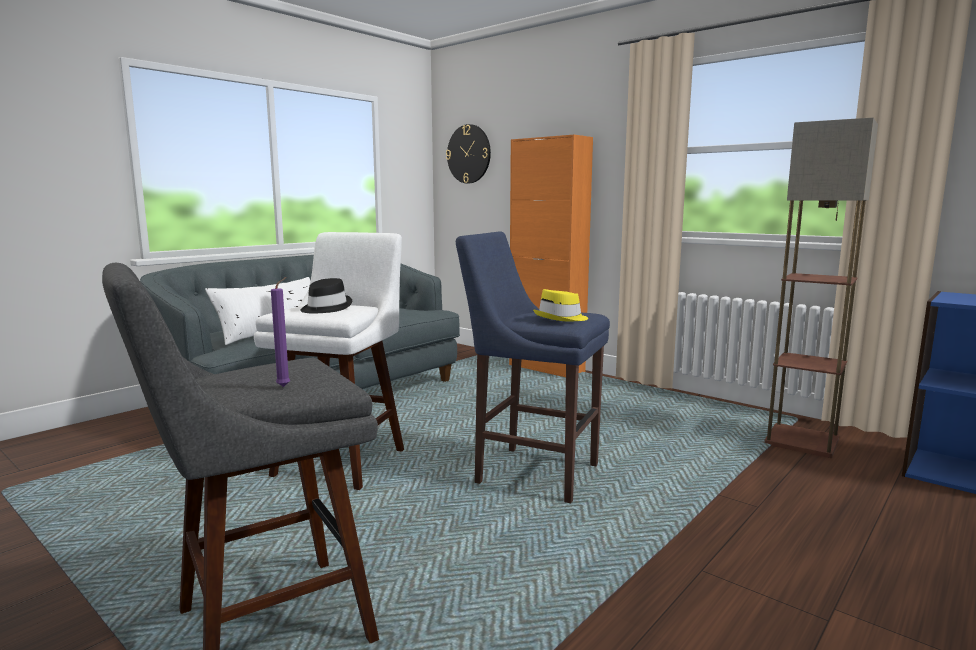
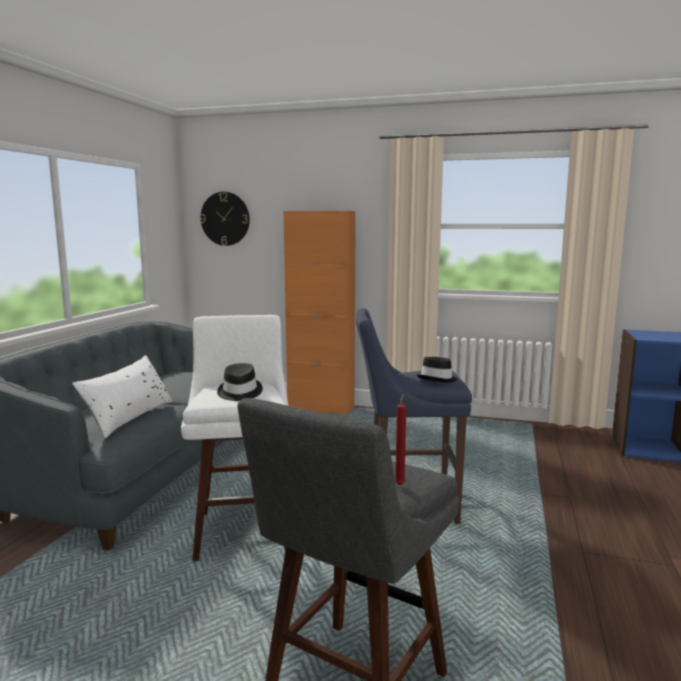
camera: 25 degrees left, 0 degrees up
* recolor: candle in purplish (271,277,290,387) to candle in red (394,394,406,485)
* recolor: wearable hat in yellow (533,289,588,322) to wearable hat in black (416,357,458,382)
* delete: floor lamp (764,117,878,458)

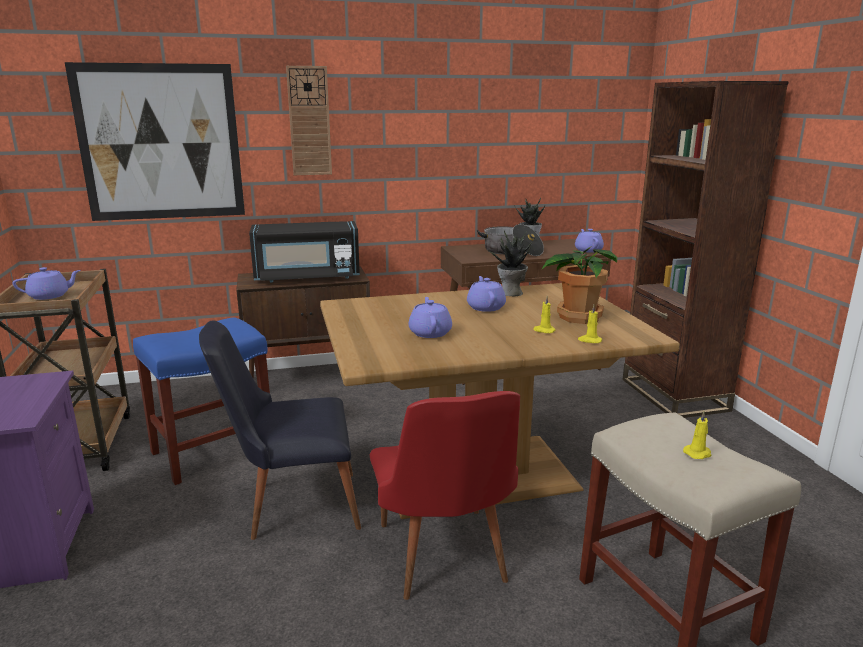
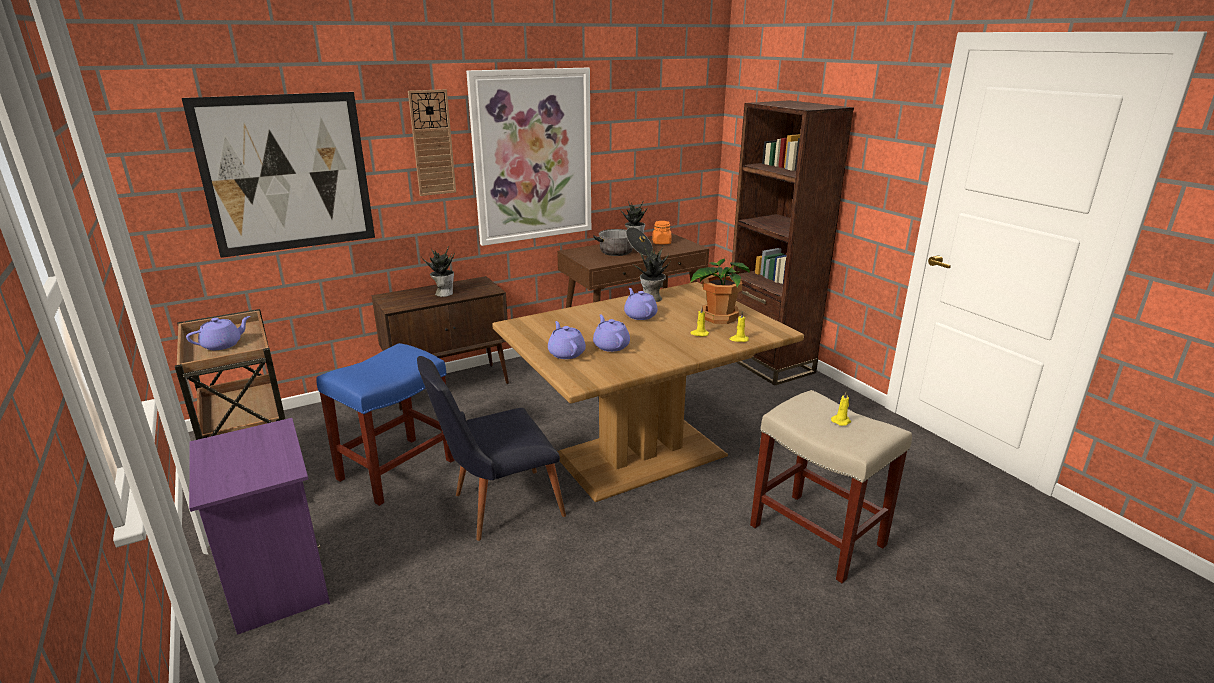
camera: 15 degrees left, 5 degrees up
* replace: microwave in black (249,221,360,283) to potted plant (421,246,455,297)
* delete: chair in red (370,391,520,600)
* move: teapot in purplish (575,229,604,253) to (548,321,586,359)
* insert: wall art (466,68,591,246)
* insert: jar in orangey (652,221,672,245)

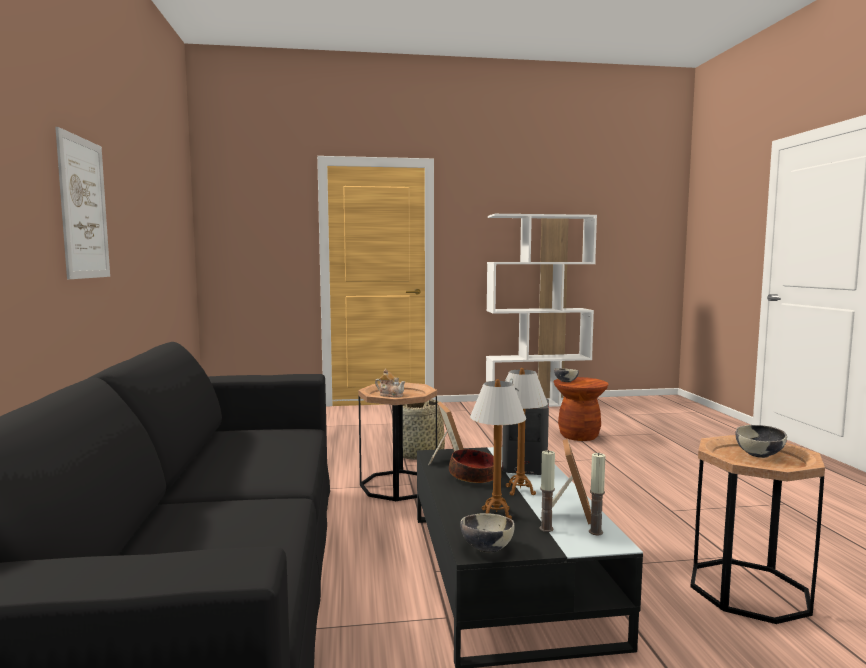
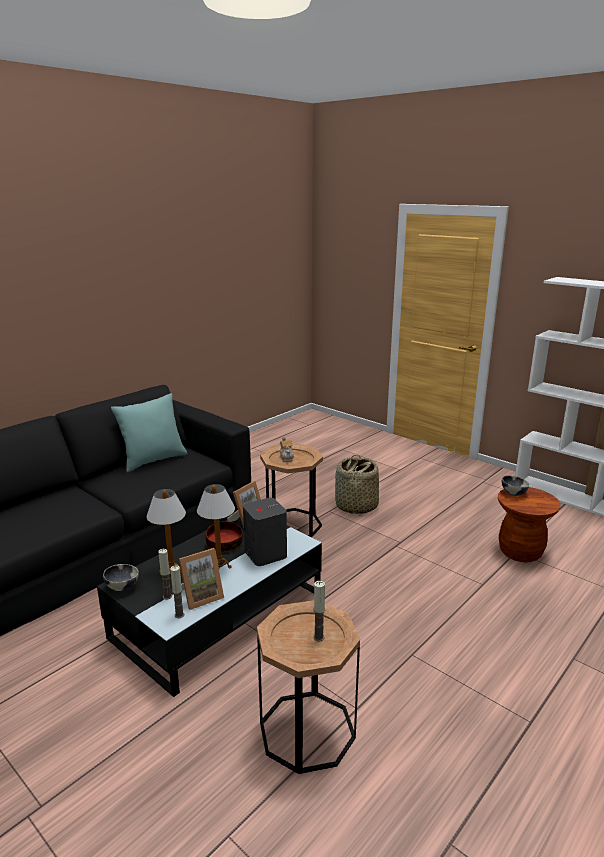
camera: 50 degrees right, 15 degrees up
* delete: wall art (55,127,110,279)
* replace: bowl (735,425,787,458) to candle (313,581,325,642)
* insert: throw pillow in turquoise-coloured (111,393,187,473)

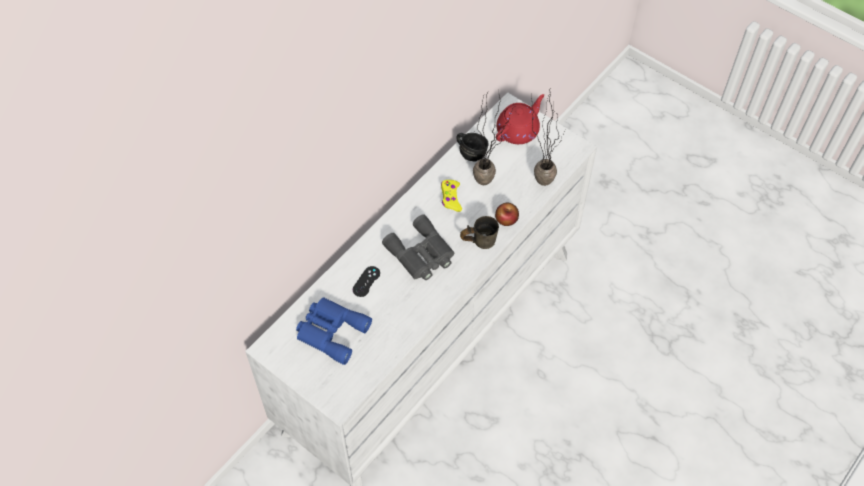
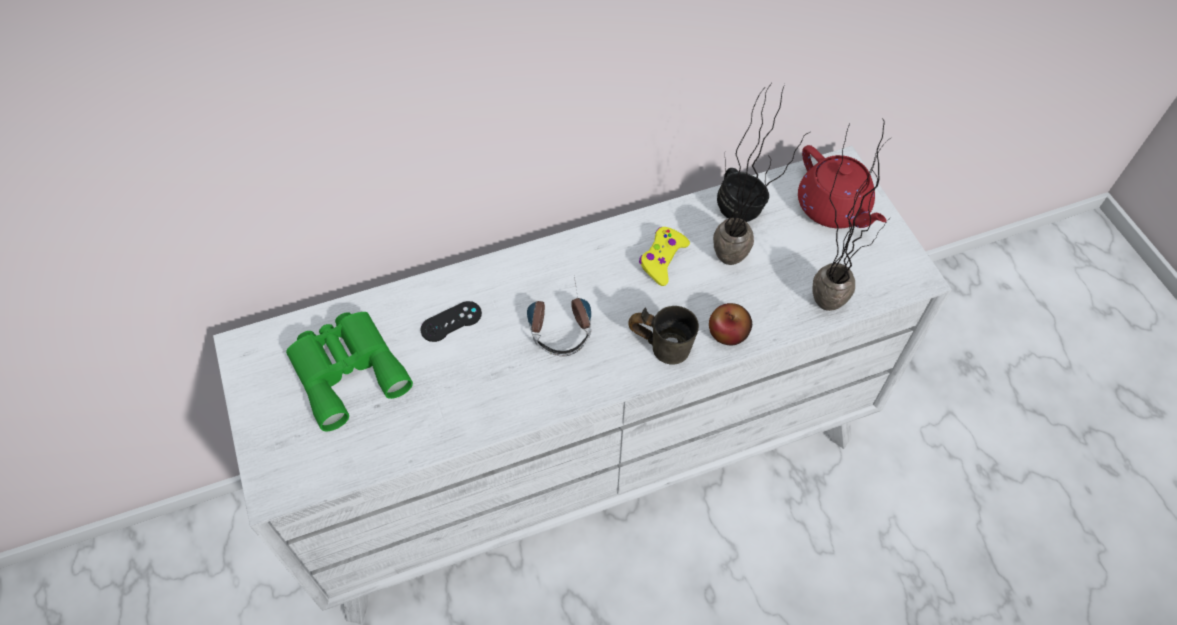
camera: 30 degrees right, 0 degrees up
* recolor: pair of binoculars in blue-coloured (296,297,372,365) to pair of binoculars in green-coloured (286,312,413,431)
* replace: pair of binoculars in grey (382,214,454,280) to pair of headphones (527,277,591,356)
* rotate: teapot in red (496,94,544,144) = (798,145,887,228) 75 degrees clockwise

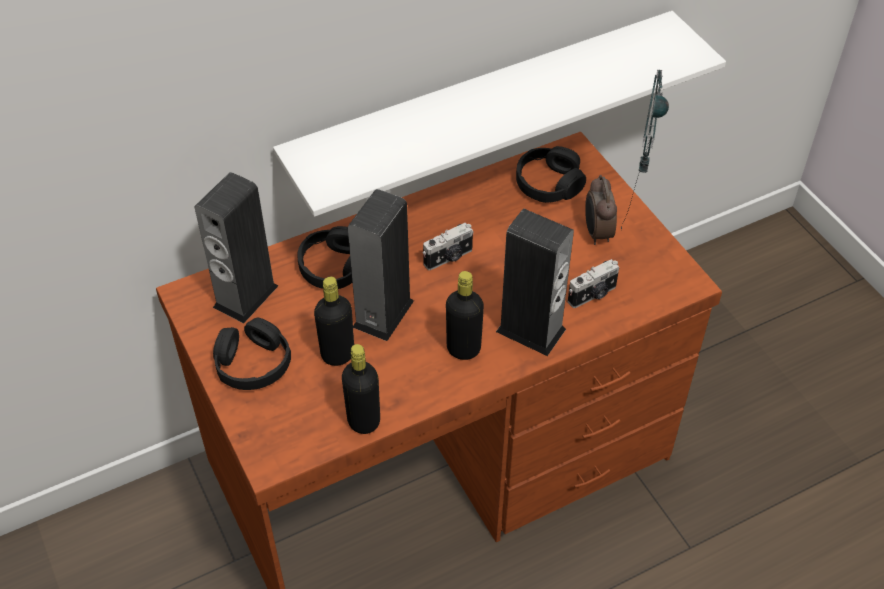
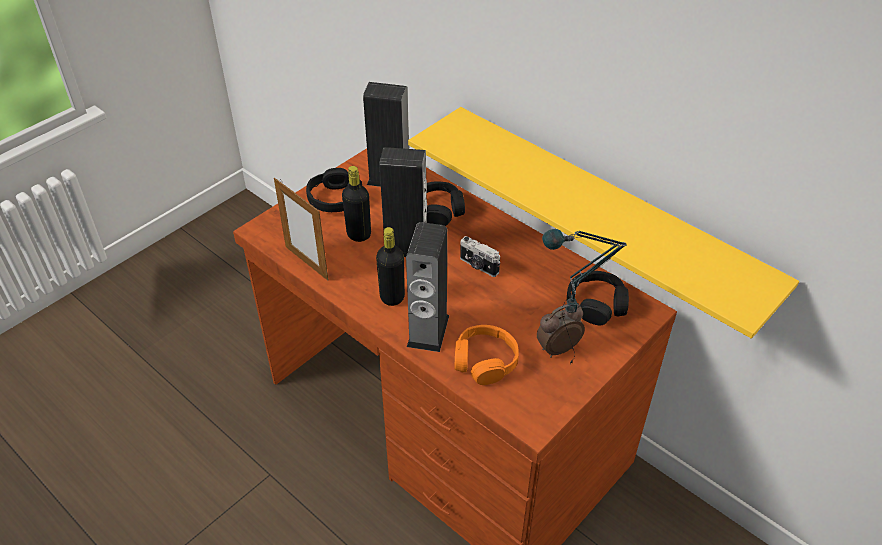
camera: 70 degrees right, 5 degrees down
* recolor: wall shelf in white (273,11,726,217) to wall shelf in yellow (408,107,799,339)
* replace: drink bottle in black (342,344,380,434) to standing frame (274,178,328,281)
* replace: still camera (568,259,619,308) to pair of headphones in orangey (454,325,519,385)

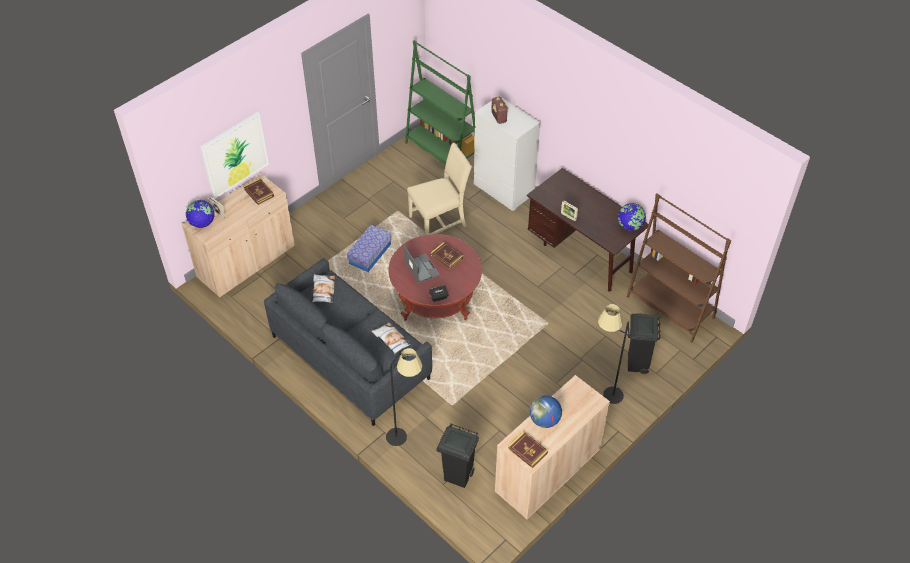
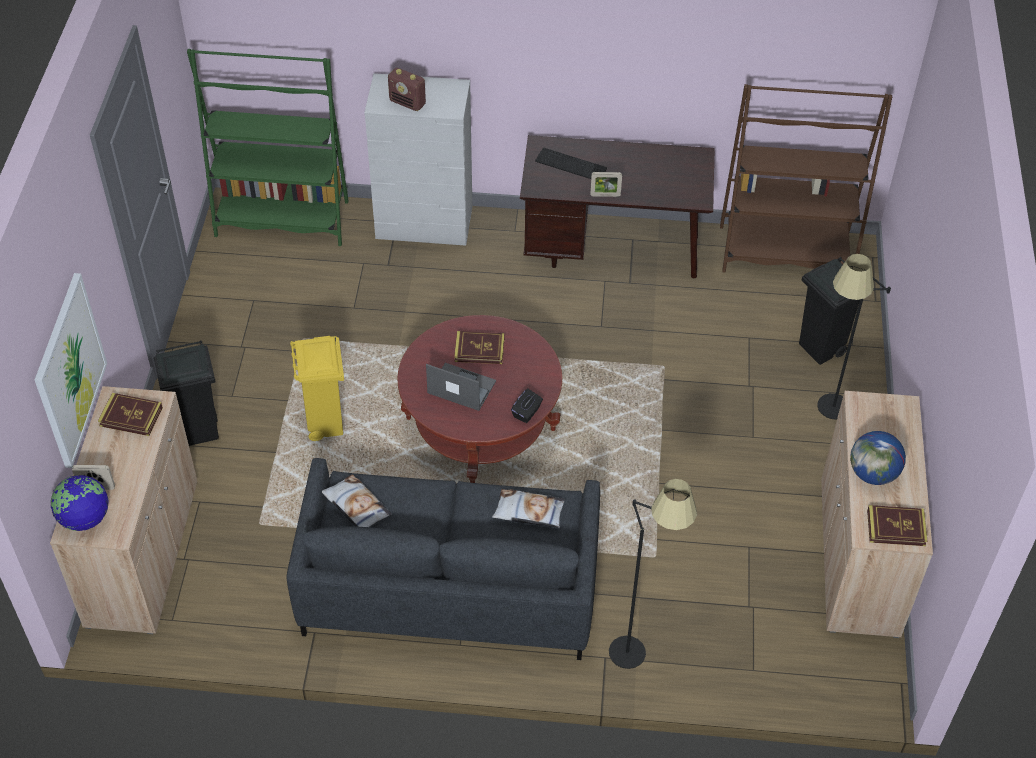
camera: 40 degrees left, 0 degrees up
* replace: storage box (347,225,392,272) to rubbish bin in yellow (290,336,344,441)
* delete: chair in beige (407,143,472,235)
* move: rubbish bin in black (437,423,479,488) to (154,341,219,446)
* delete: world globe (618,203,646,231)
* insert: computer keyboard (535,148,607,179)

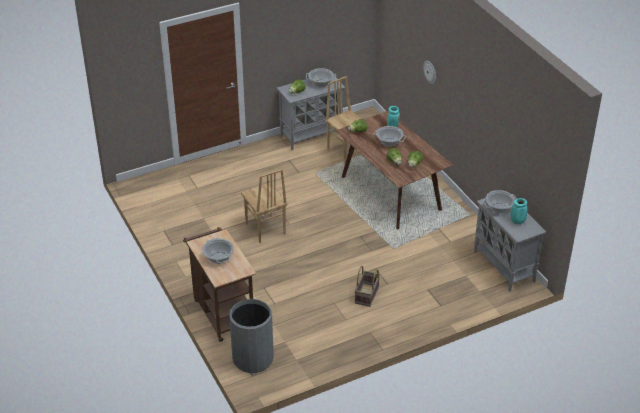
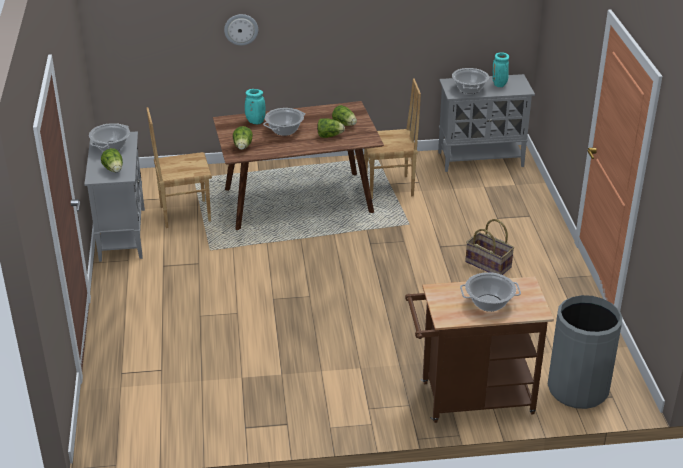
camera: 70 degrees left, 5 degrees down
* move: chair in brown-coloured (241,169,287,243) to (364,79,421,199)

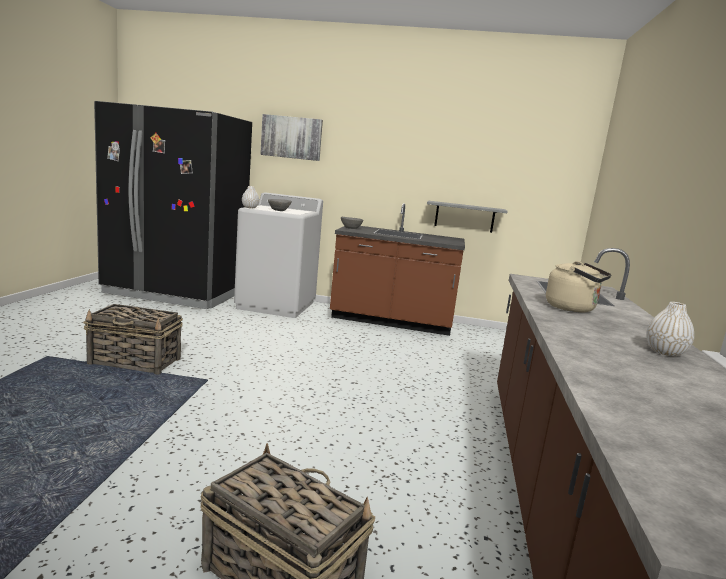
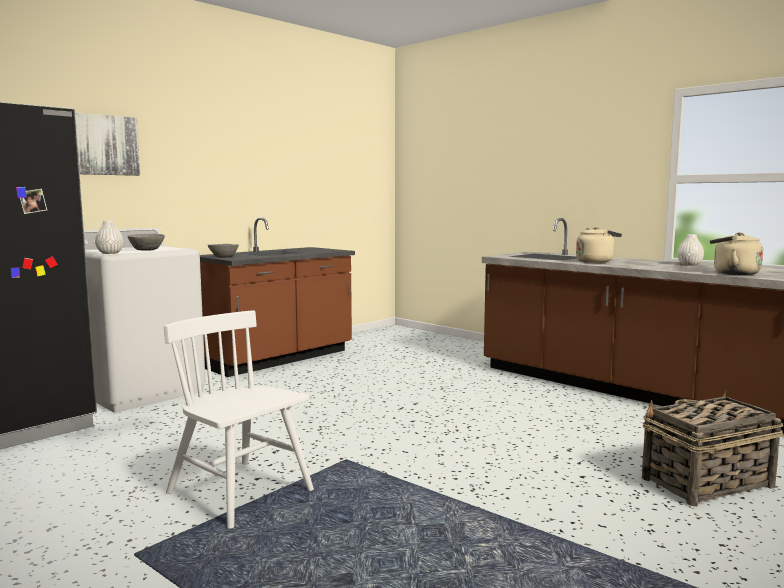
camera: 55 degrees left, 5 degrees down
* replace: household basket (83,304,183,375) to chair in white (164,310,314,529)
* delete: wall shelf in grey (427,201,508,233)
* insert: tea kettle in beige (710,232,763,275)

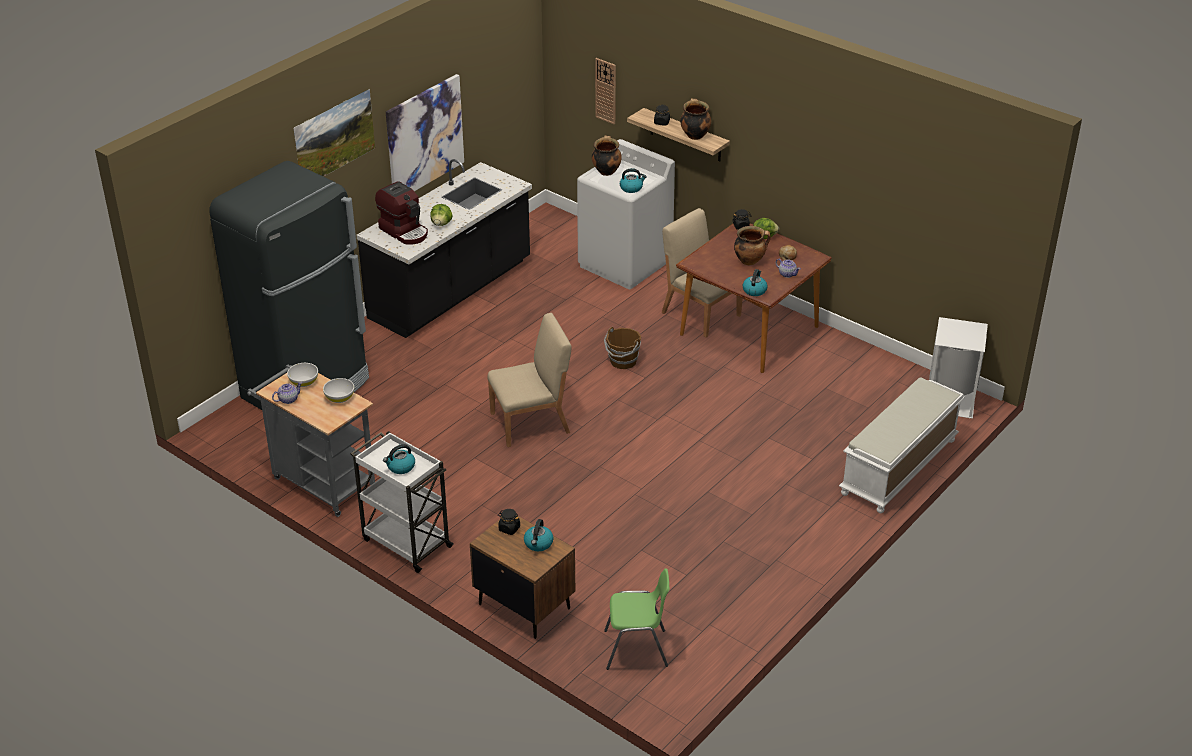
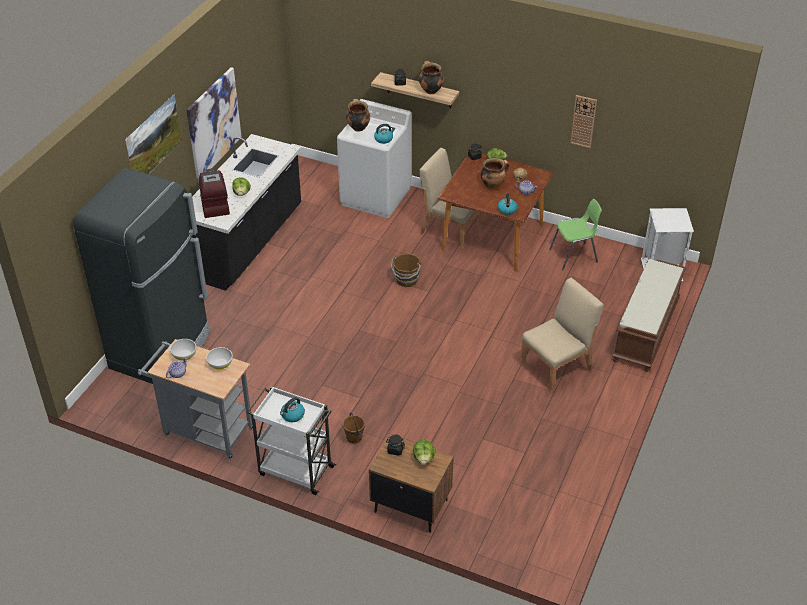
camera: 15 degrees left, 5 degrees up
* rotate: coffee maker (375,182,428,245) = (199,168,230,218) 135 degrees counterclockwise
* move: chair in beige (487,313,572,447) to (520,278,604,393)
* replace: tea kettle (524,519,553,551) to lettuce (413,440,436,465)
* move: hanging clock (595,58,616,124) to (570,95,597,148)
* move: chair in green-coloured (604,569,669,670) to (549,199,602,271)
* recolor: long seat in white (839,377,965,513) to long seat in brown-coloured (612,259,686,372)
* insert: water bucket in brown-coloured (343,413,365,444)

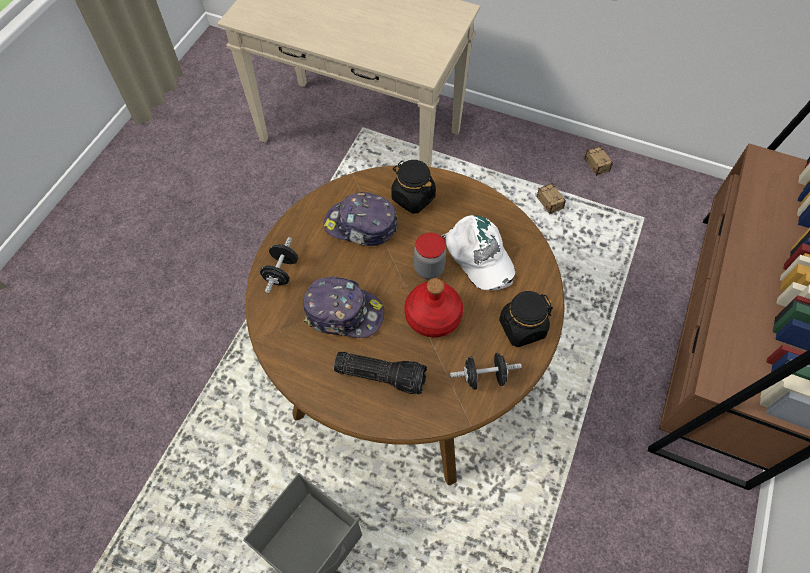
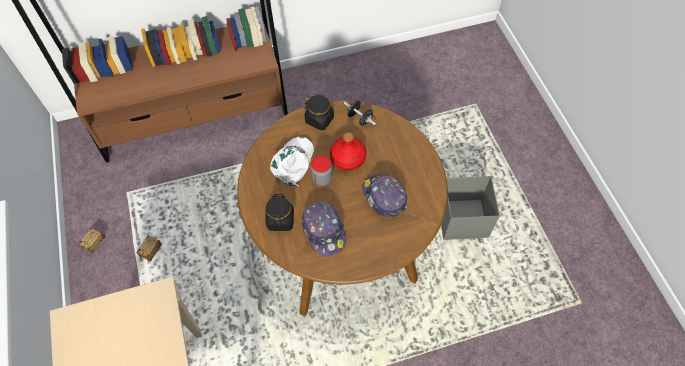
camera: 130 degrees left, 0 degrees up
* delete: free weight in black (260,237,298,293)
* delete: torch (334,352,427,394)

